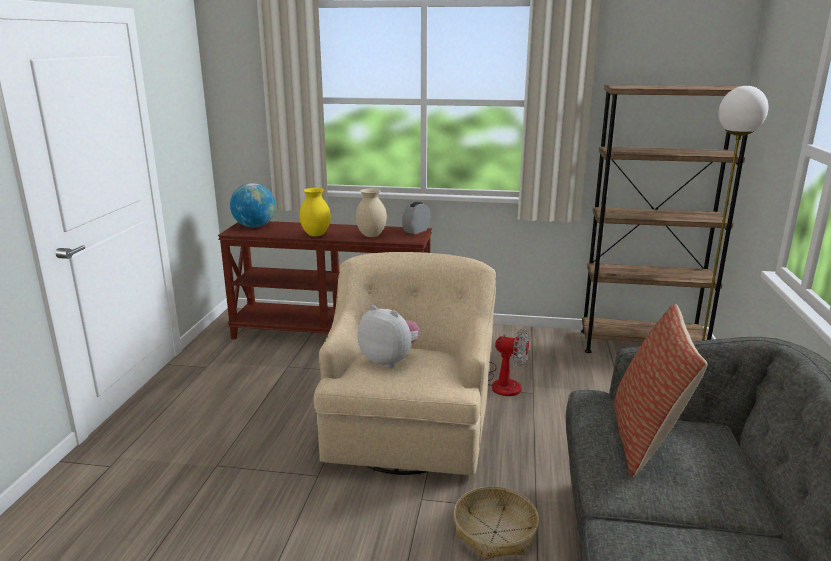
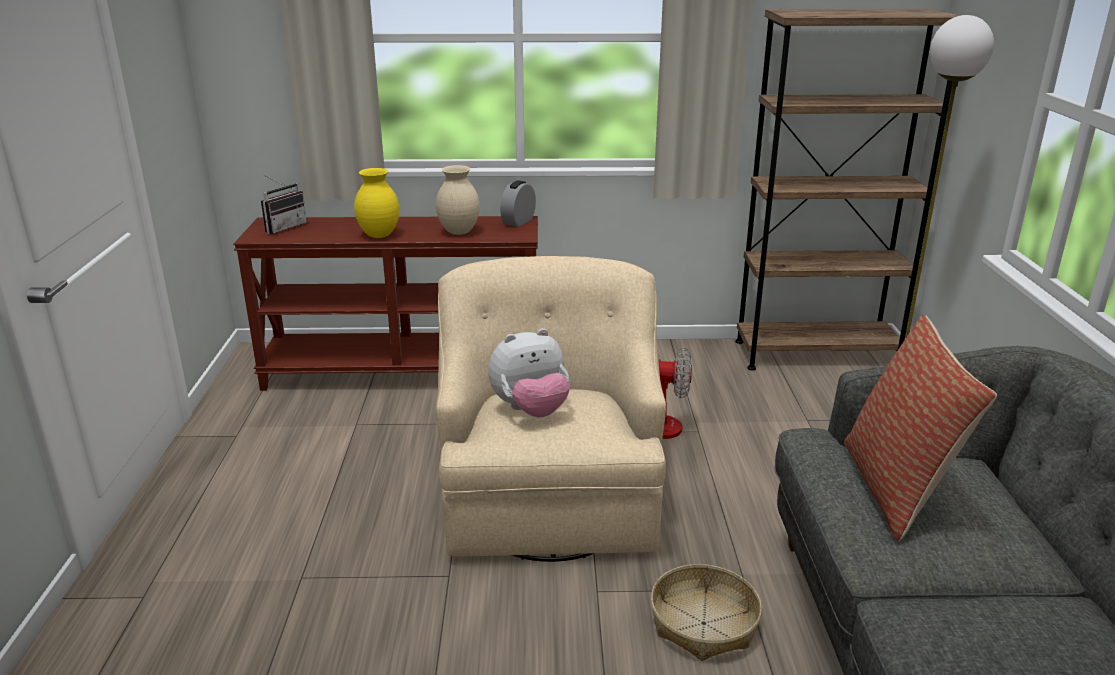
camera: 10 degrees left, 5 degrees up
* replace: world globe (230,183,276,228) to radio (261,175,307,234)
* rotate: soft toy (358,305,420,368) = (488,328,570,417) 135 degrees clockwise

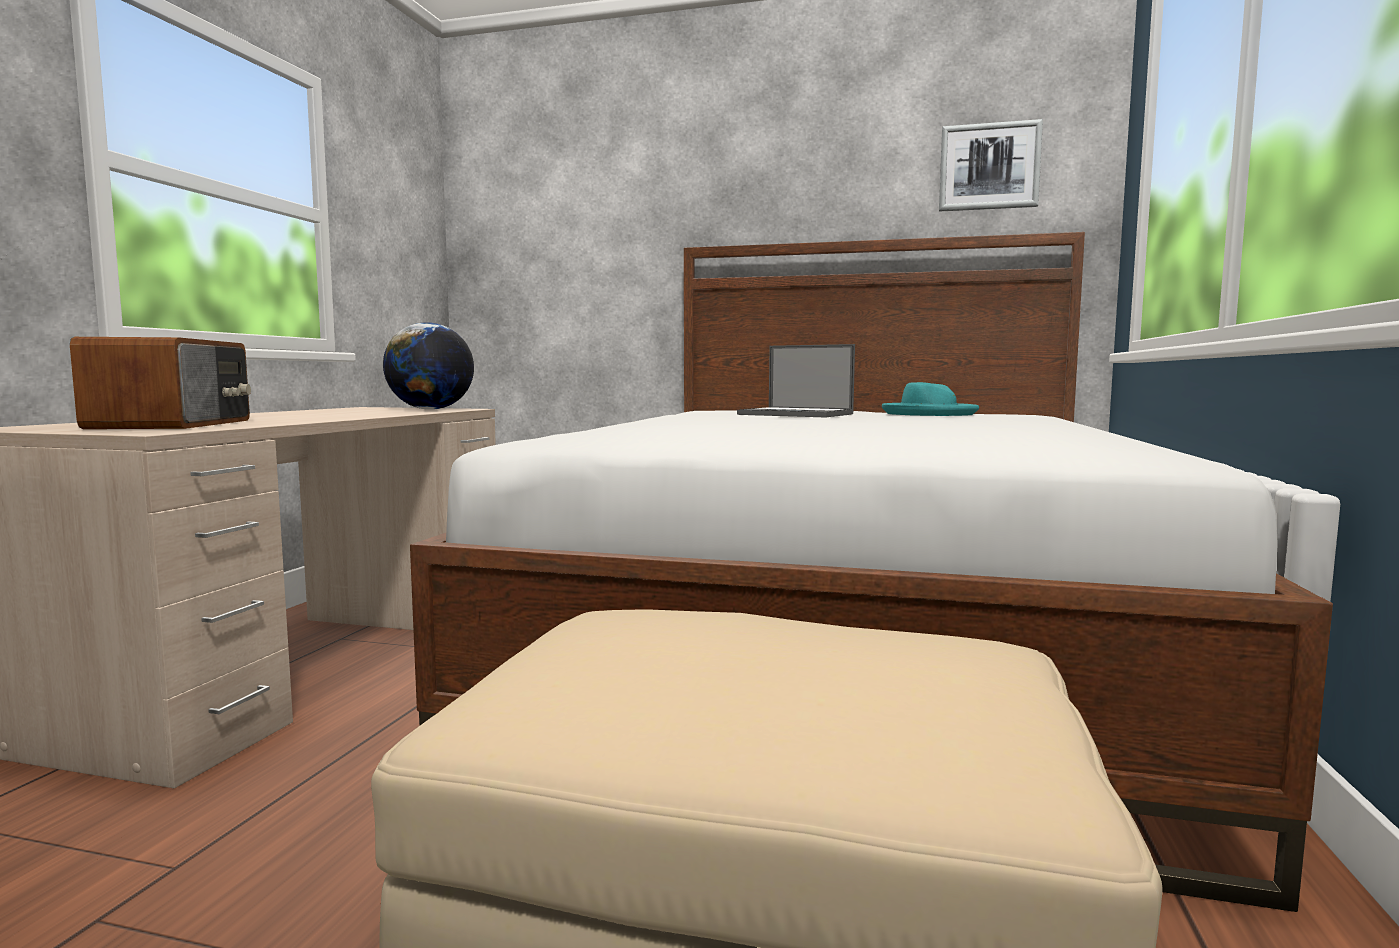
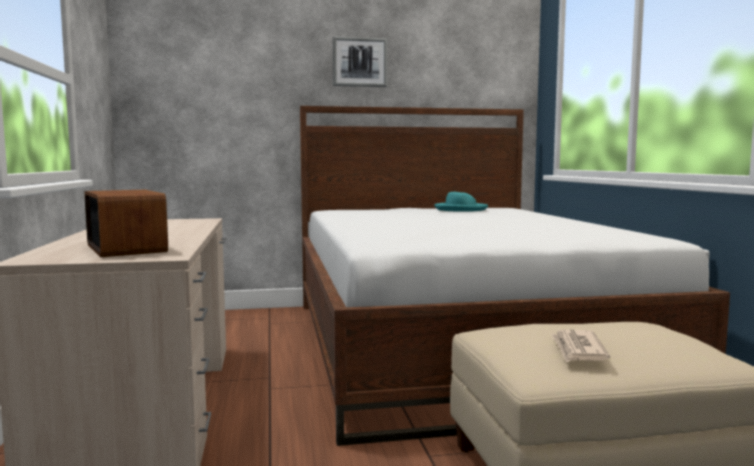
camera: 25 degrees left, 0 degrees up
* delete: world globe (383,322,474,410)
* delete: notebook computer (737,344,855,418)
* move: wall art (939,119,1043,211) to (333,37,387,87)
* insert: printed paper (551,329,610,363)

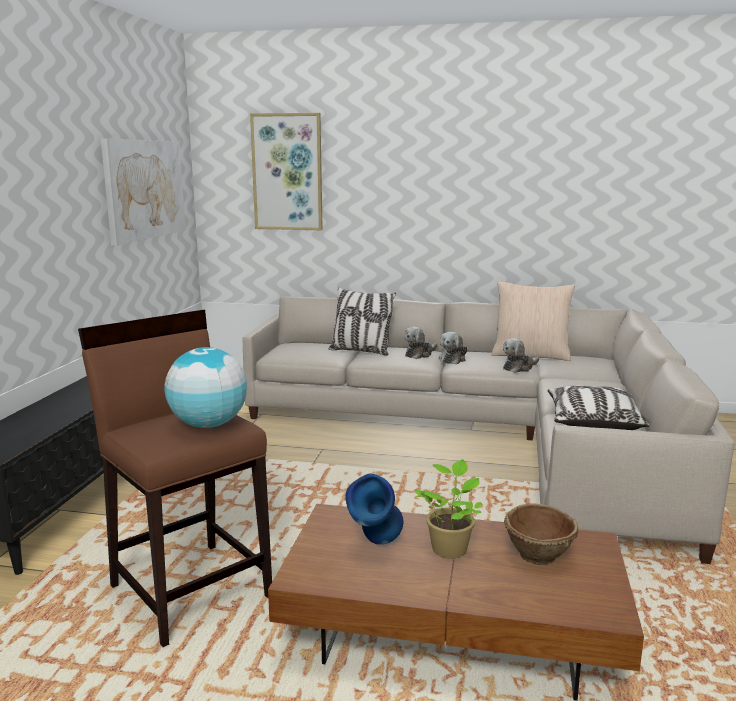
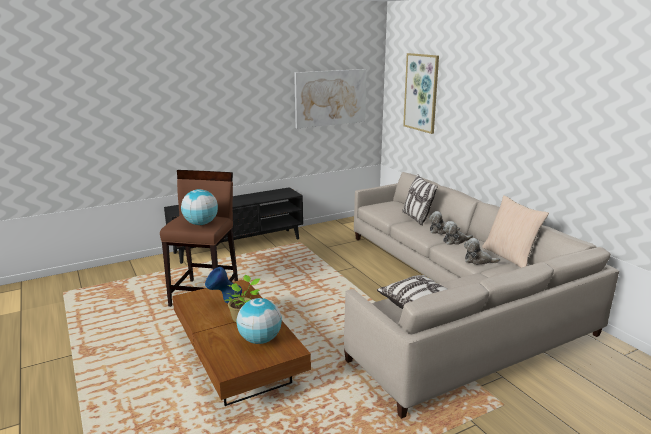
camera: 50 degrees right, 5 degrees up
* replace: bowl in brown-coloured (504,504,578,565) to world globe (236,298,282,344)

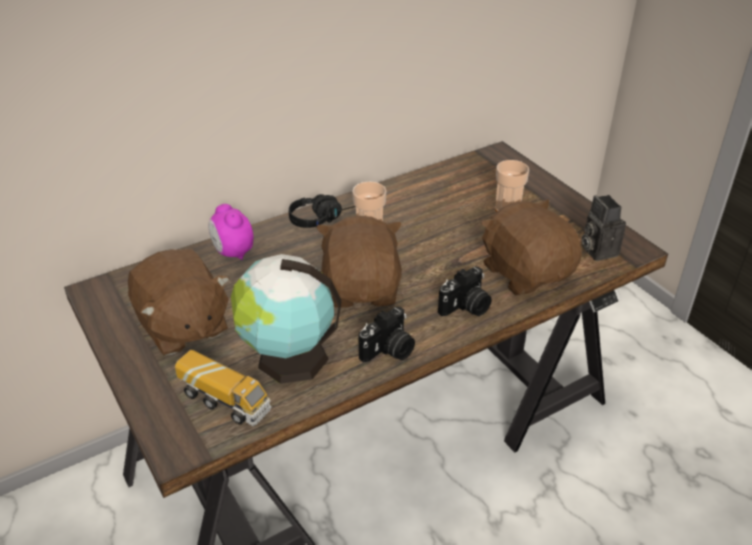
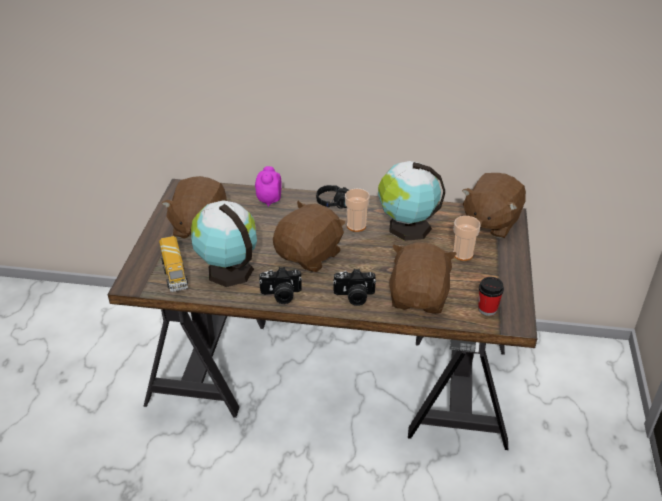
camera: 40 degrees right, 0 degrees up
* replace: still camera (582,195,626,261) to cup (478,277,504,316)
* insert: world globe (378,161,445,241)
* insert: soft toy in brown-coloured (462,173,526,238)

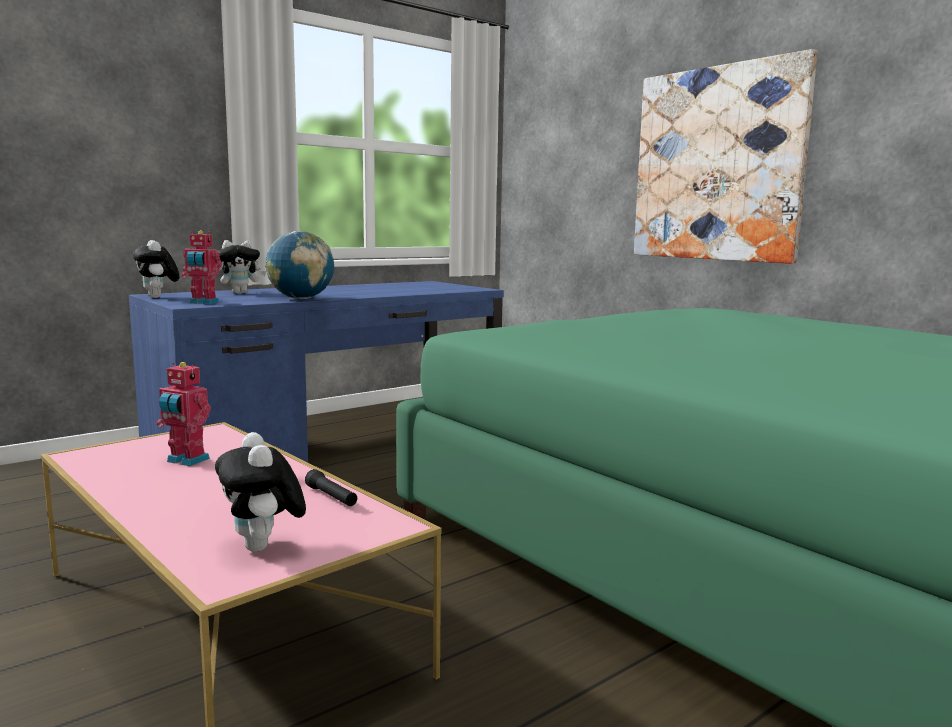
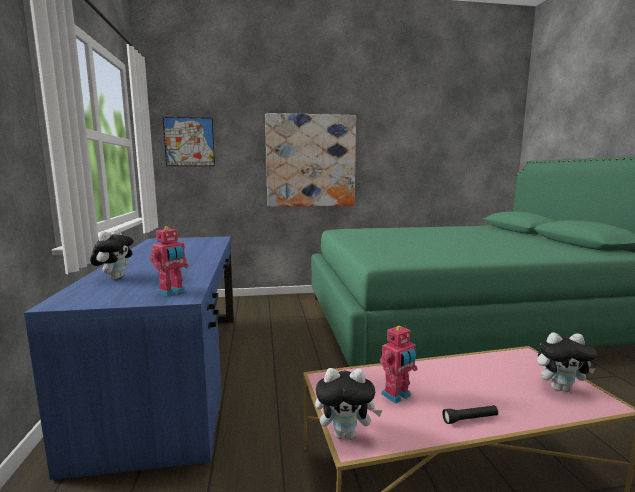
camera: 60 degrees left, 0 degrees up
* move: soft toy (133,240,180,298) to (315,368,382,440)
* delete: world globe (265,231,334,299)
* move: torch in black (305,469,357,506) to (442,405,498,424)
* insert: wall art (163,117,215,166)

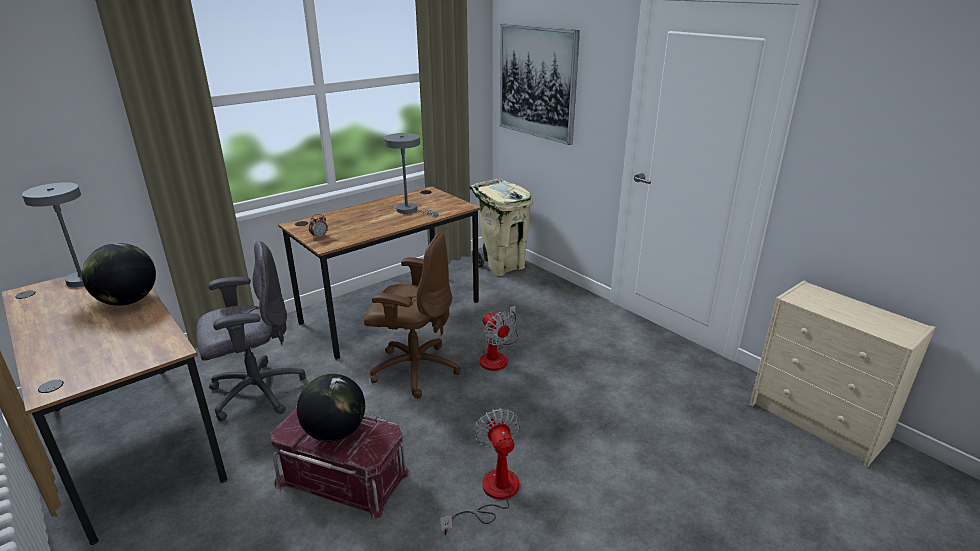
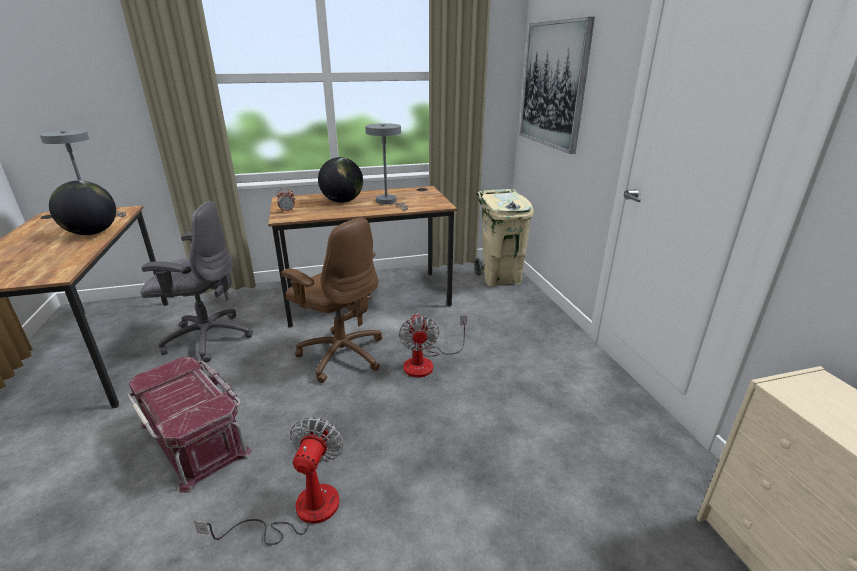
camera: 25 degrees right, 0 degrees up
* move: world globe (297,374,365,442) to (318,157,363,203)

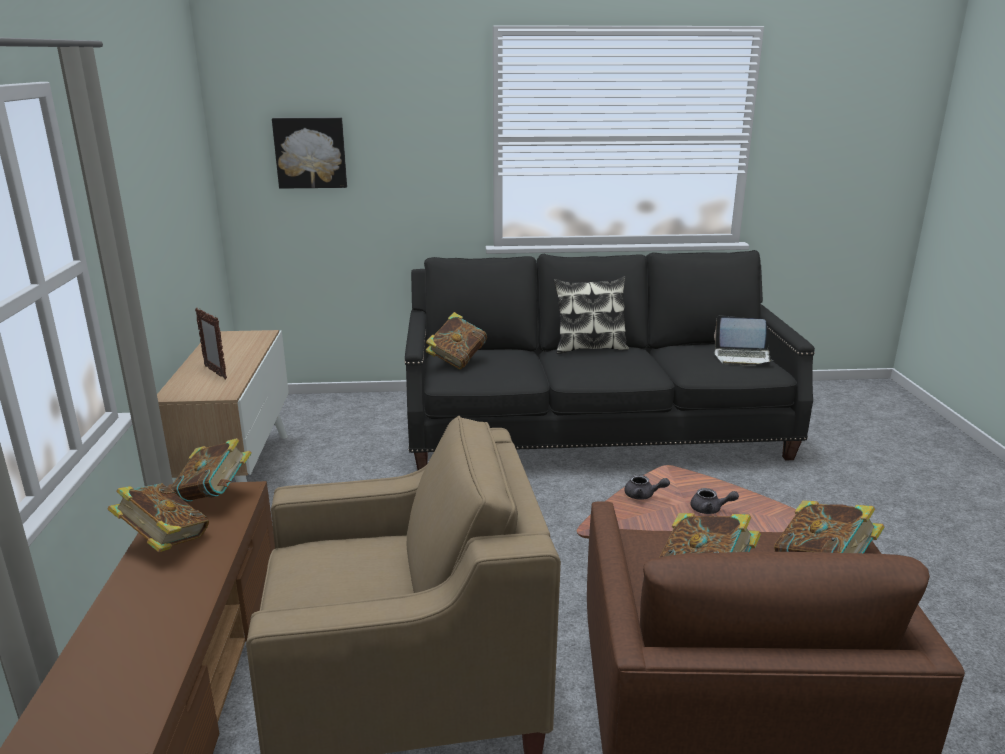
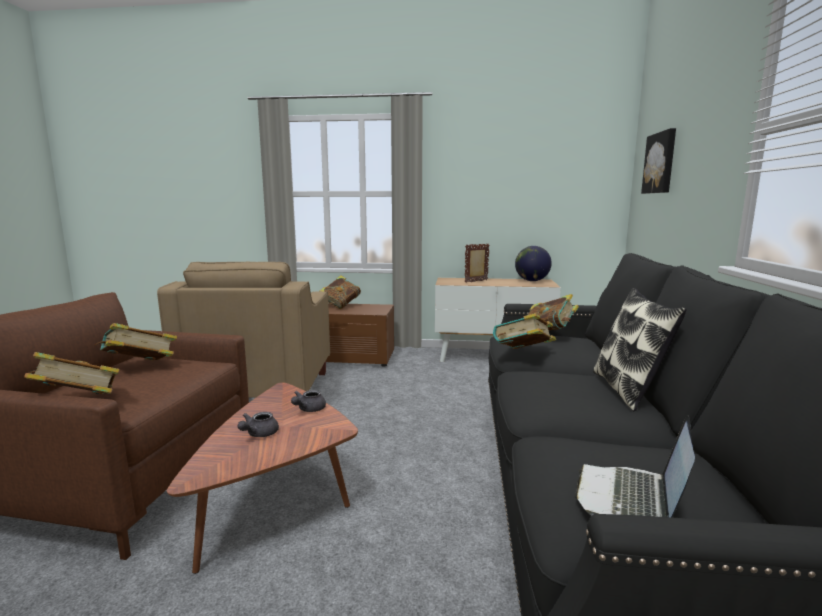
camera: 100 degrees right, 10 degrees down
* move: book (170,438,252,503) to (493,313,556,349)
* insert: world globe (515,246,552,281)

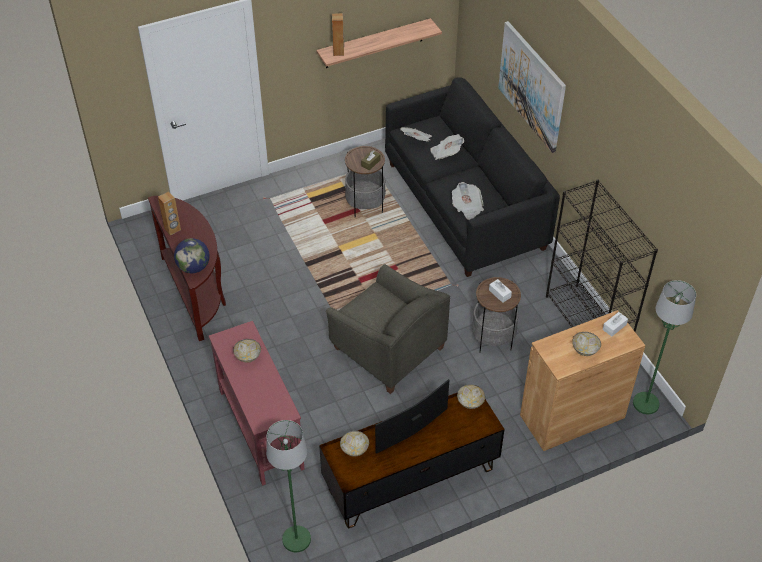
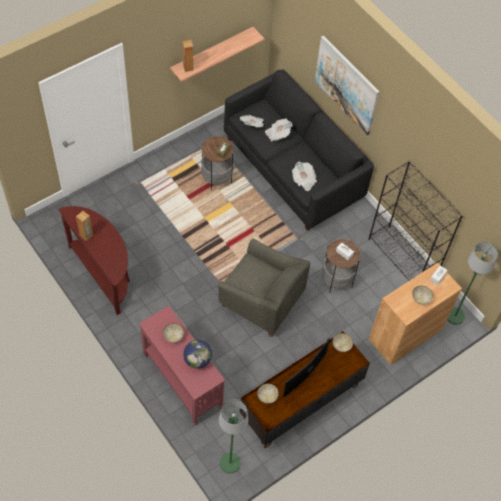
camera: 15 degrees left, 10 degrees up
* move: world globe (174,238,210,273) to (183,340,212,369)

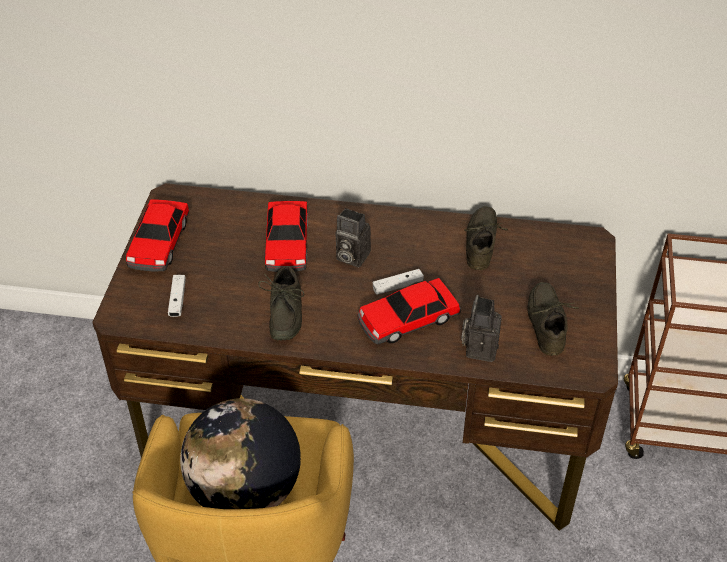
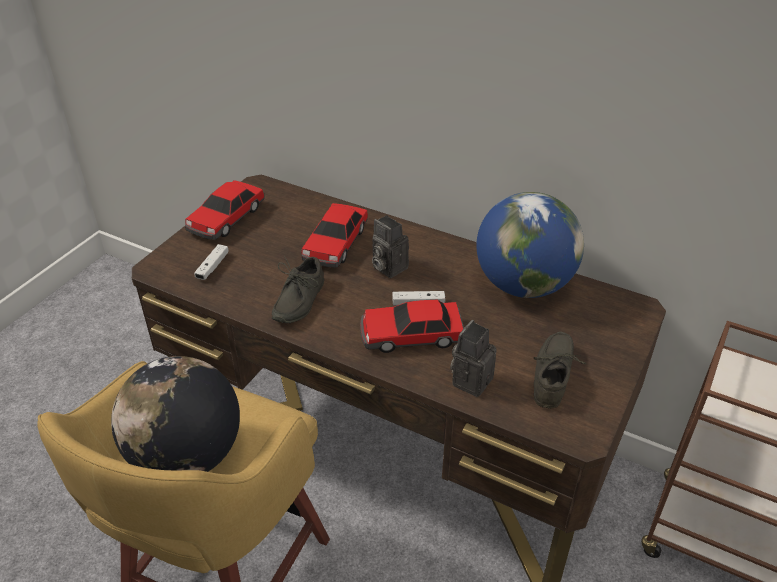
camera: 20 degrees right, 5 degrees down
* replace: shoe in grey (464,206,508,270) to world globe (476,192,584,298)

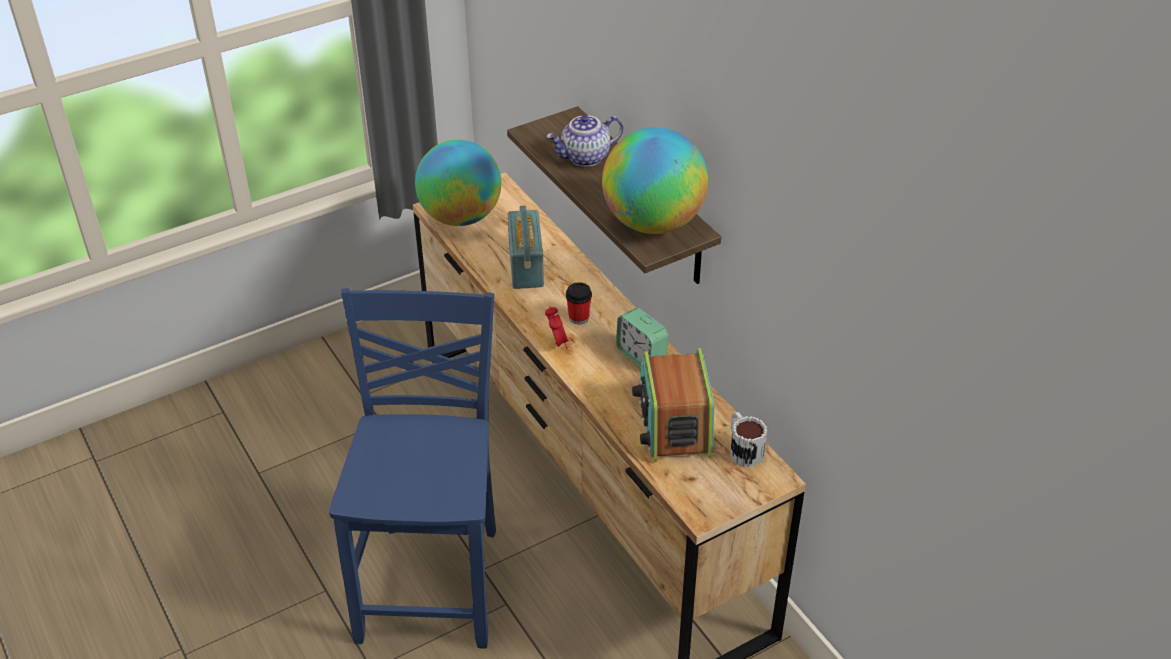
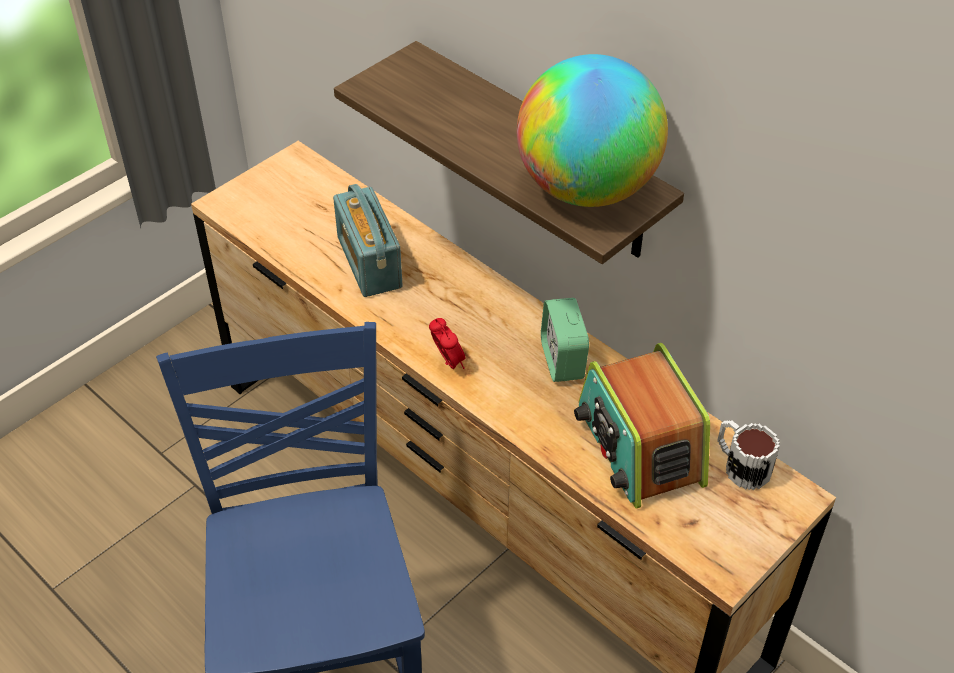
camera: 15 degrees left, 5 degrees up
* delete: world globe (415,140,501,226)
* delete: teapot (546,115,623,167)
* delete: cup (566,282,592,325)
* rotate: alarm clock (616,308,668,368) = (541,298,589,382) 45 degrees clockwise

